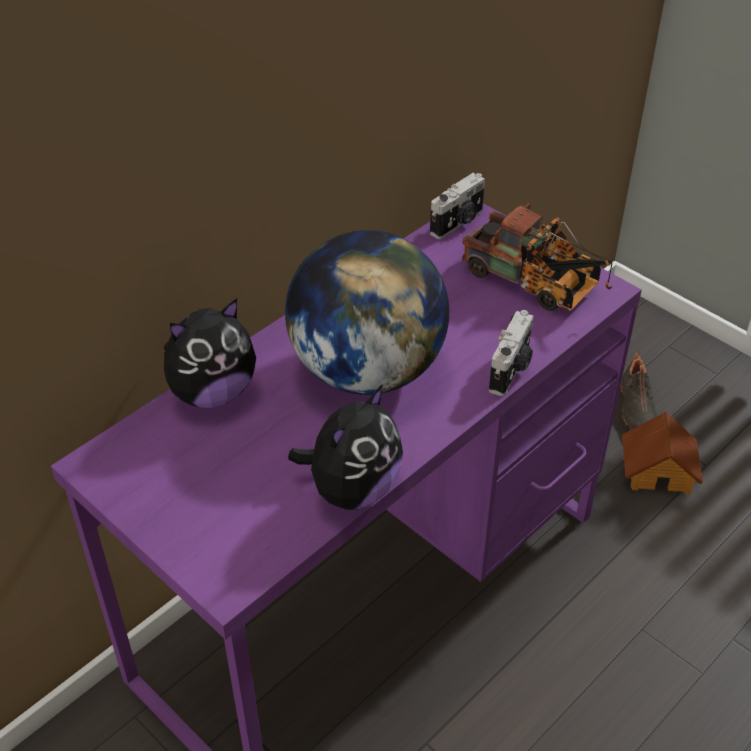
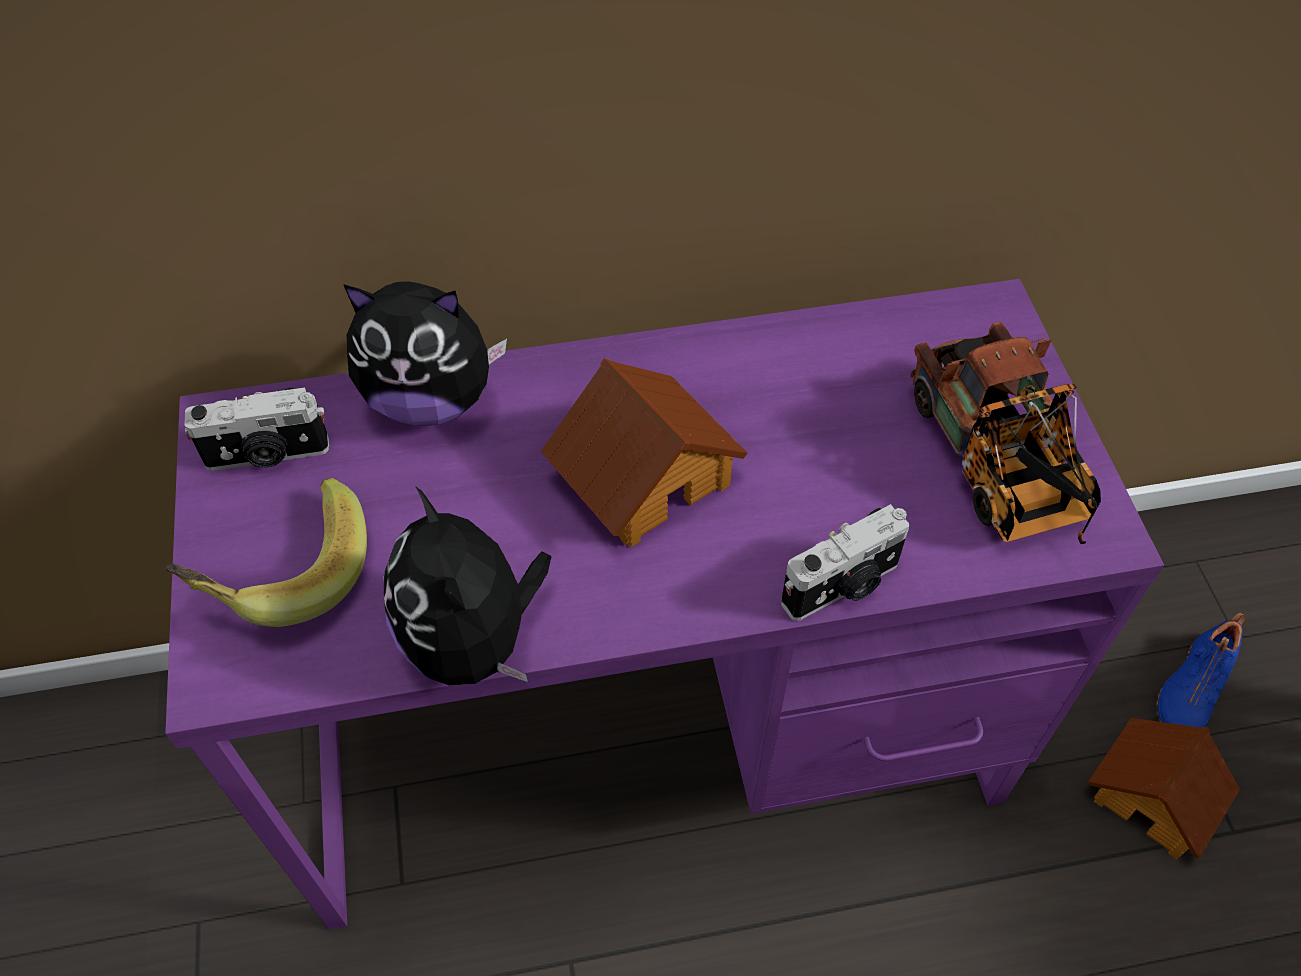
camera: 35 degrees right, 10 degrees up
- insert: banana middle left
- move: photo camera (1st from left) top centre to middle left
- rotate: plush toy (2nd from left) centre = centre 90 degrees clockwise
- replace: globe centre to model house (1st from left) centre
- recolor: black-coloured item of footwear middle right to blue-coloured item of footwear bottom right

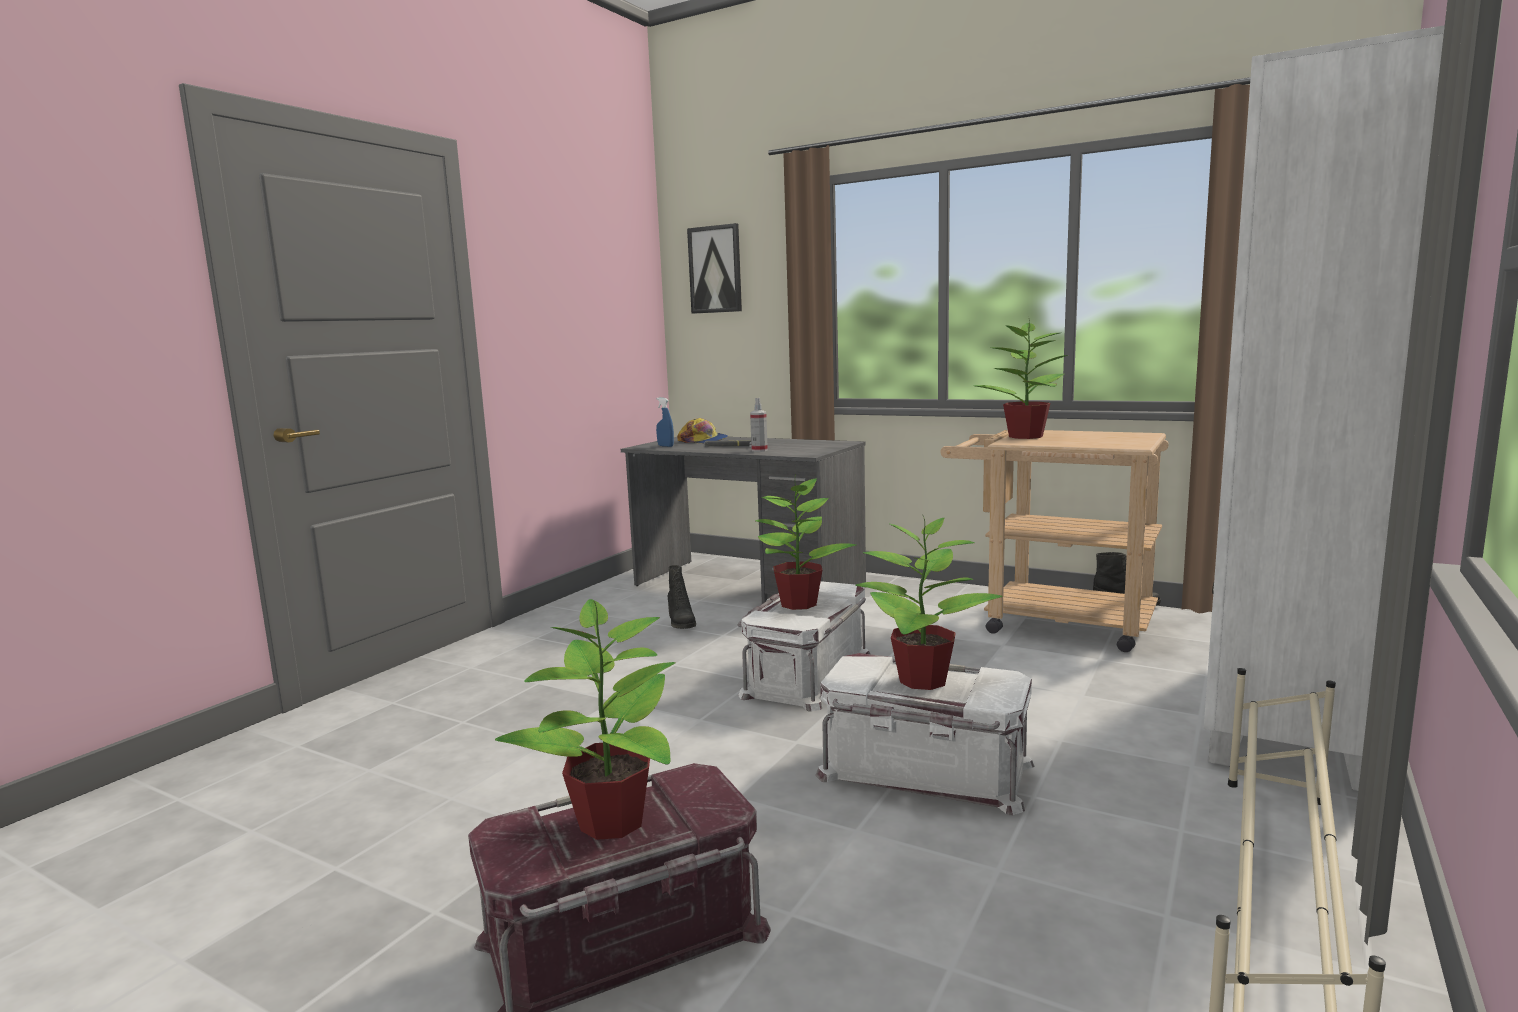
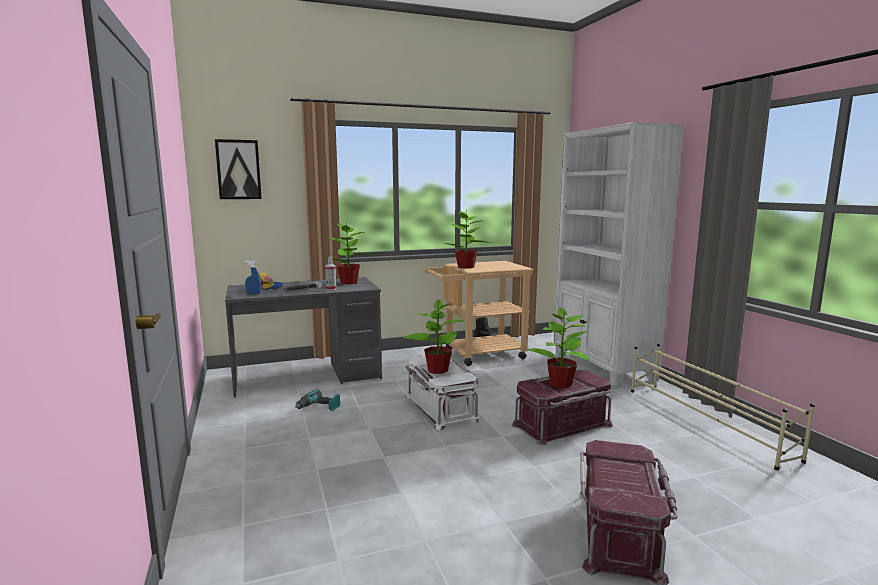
camera: 50 degrees left, 0 degrees up
- replace: black-coloured boot (1st from left) centre to electric drill bottom centre
- move: houseplant (1st from left) bottom centre to centre
- recolor: whitish storage box (2nd from left) bottom centre to red storage box (1st from left) bottom centre

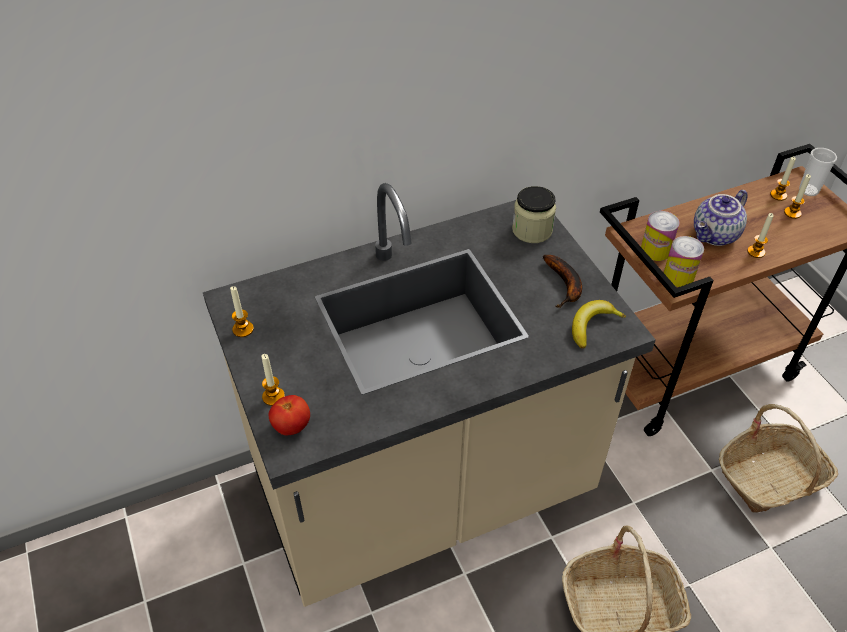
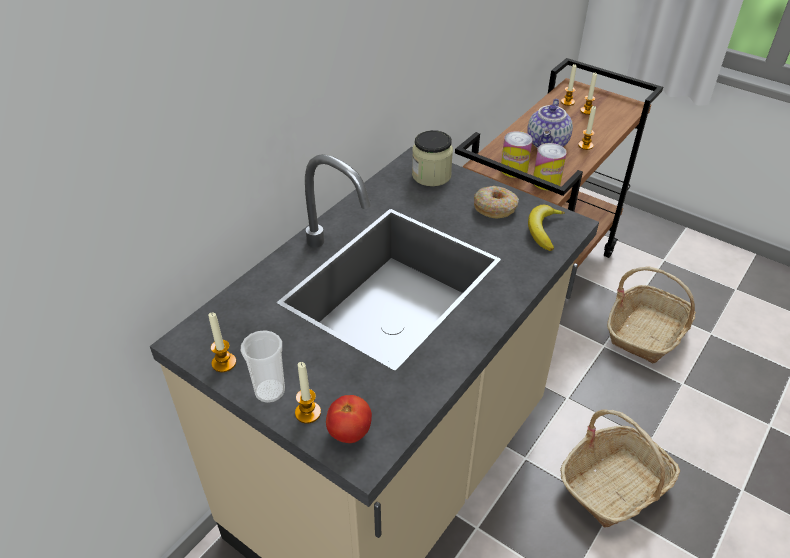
camera: 30 degrees left, 5 degrees down
- move: drinking cup top right to middle left
- replace: banana (1st from left) centre to donut centre

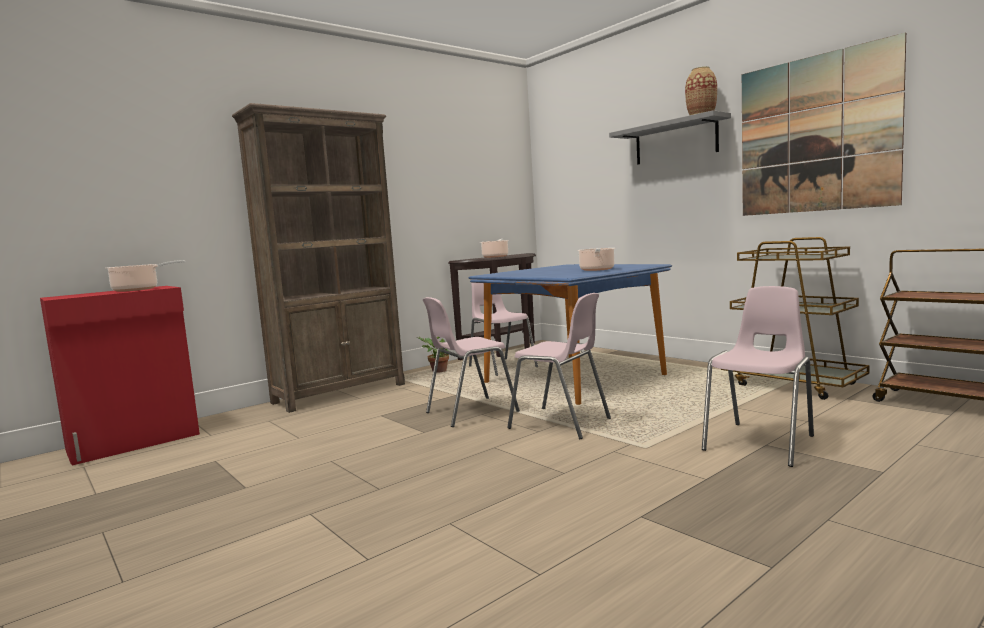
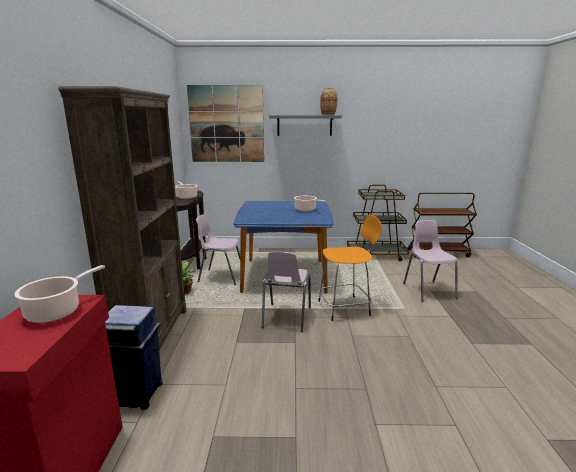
camera: 50 degrees left, 10 degrees up
- insert: blue-coloured rubbish bin bottom left
- move: wall art top right to top centre
- replace: pinkish plain chair (3rd from left) centre to orangey stool seat centre

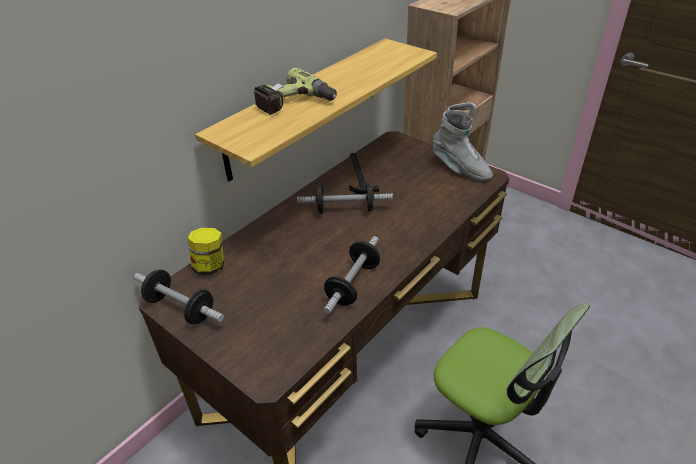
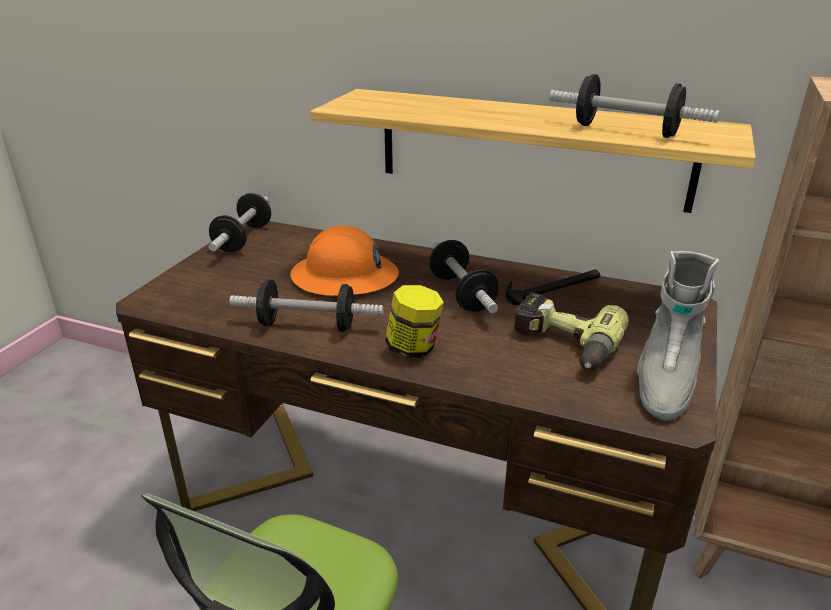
camera: 70 degrees right, 10 degrees down
- insert: orangey hard hat centre
- move: preserve jar middle left to centre
- move: electric drill top centre to middle right
- insert: free weight (4th from left) top right

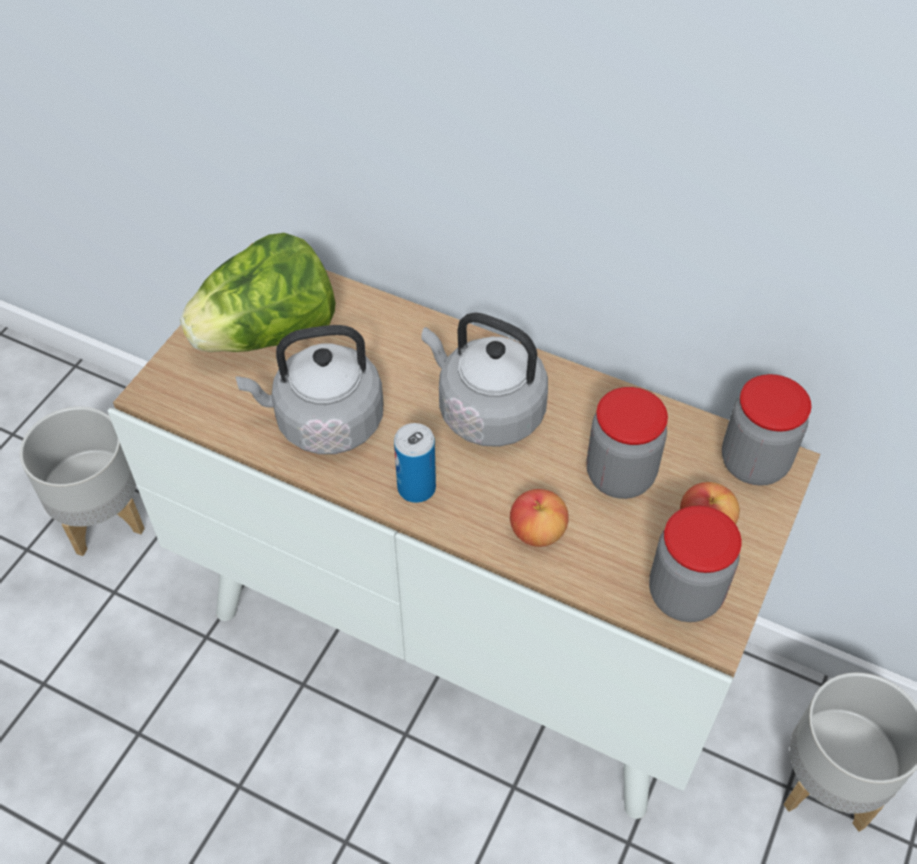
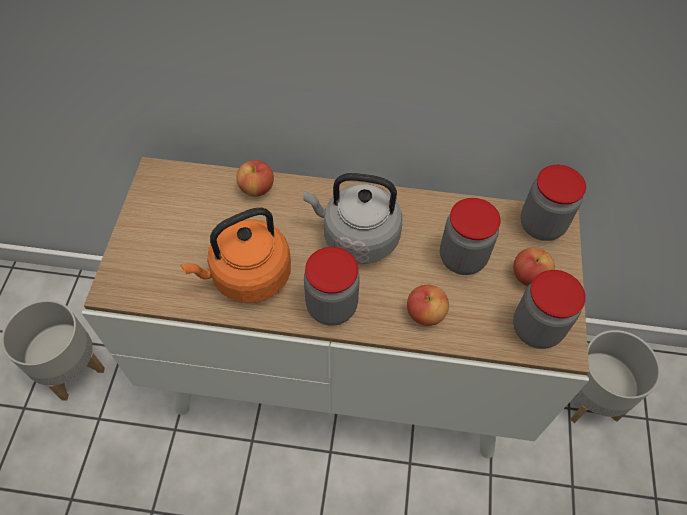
camera: 20 degrees left, 5 degrees up
- recolor: gray tea kettle (1st from left) centre to orangey tea kettle centre
- insert: apple (1st from left) centre
- replace: metal can centre to preserve jar (1st from left) centre
- delete: head of lettuce middle left

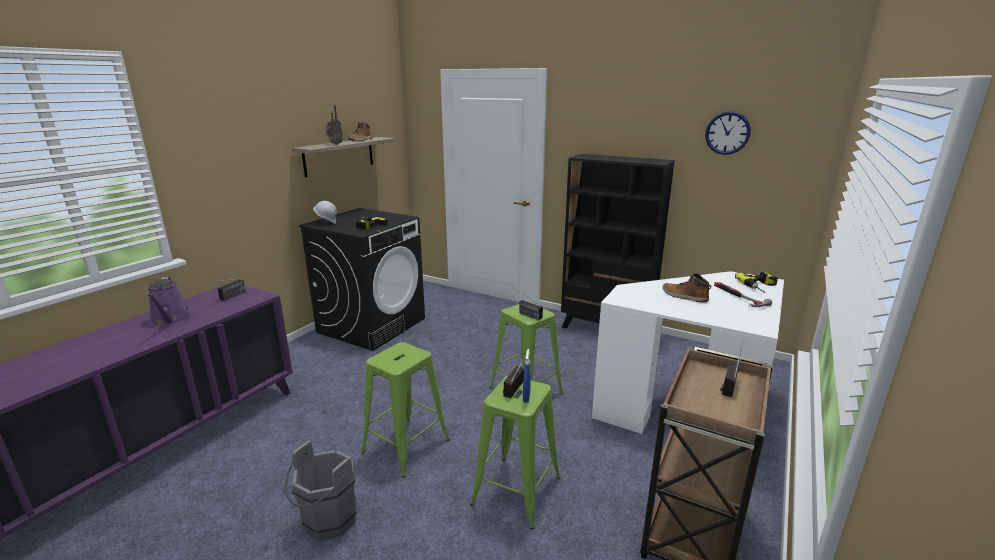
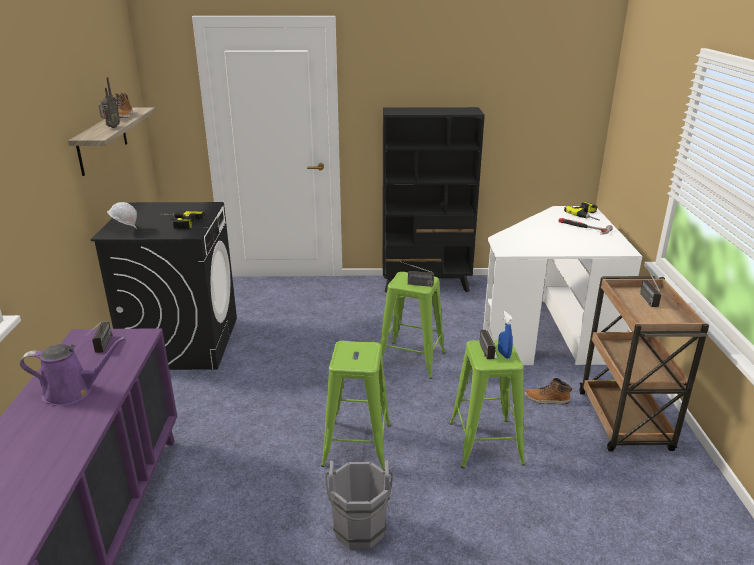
camera: 30 degrees left, 5 degrees up
- rotate: purplish watering pot middle left = middle left 45 degrees counterclockwise
- move: boot (2nd from left) middle right to bottom right
- delete: wall clock top right

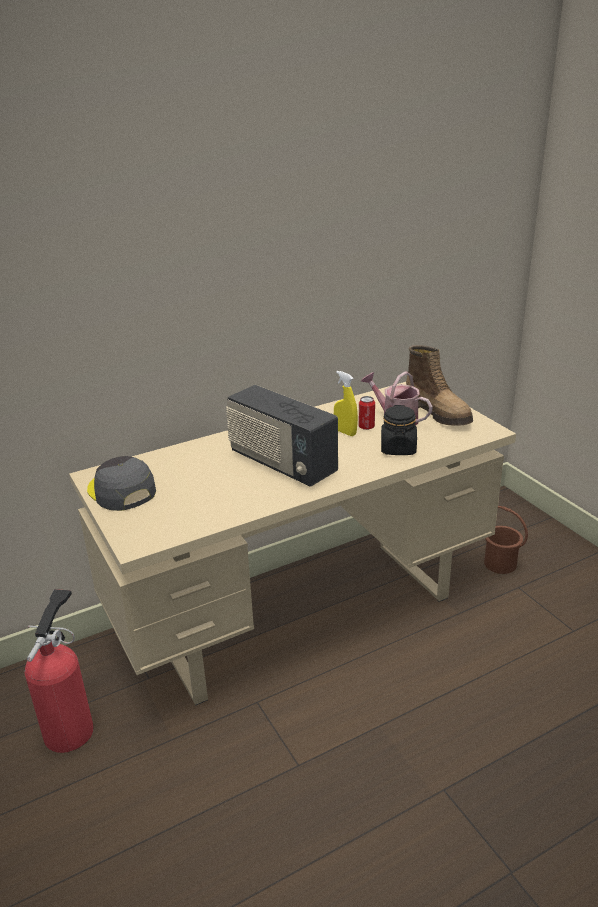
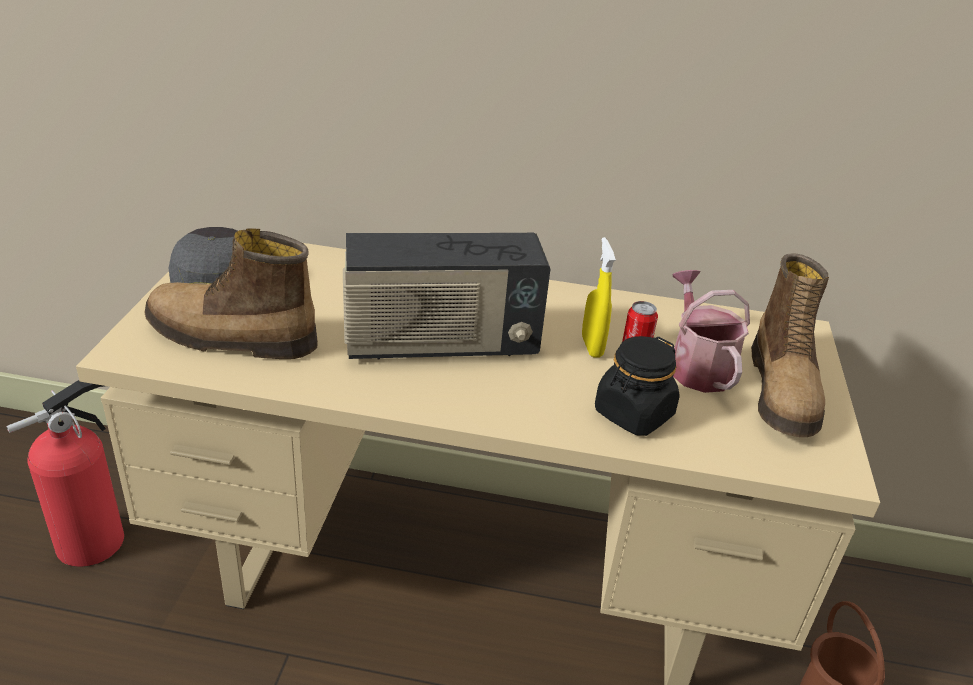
camera: 35 degrees right, 5 degrees up
- insert: boot (1st from left) middle left
- rotate: radio centre = centre 90 degrees counterclockwise

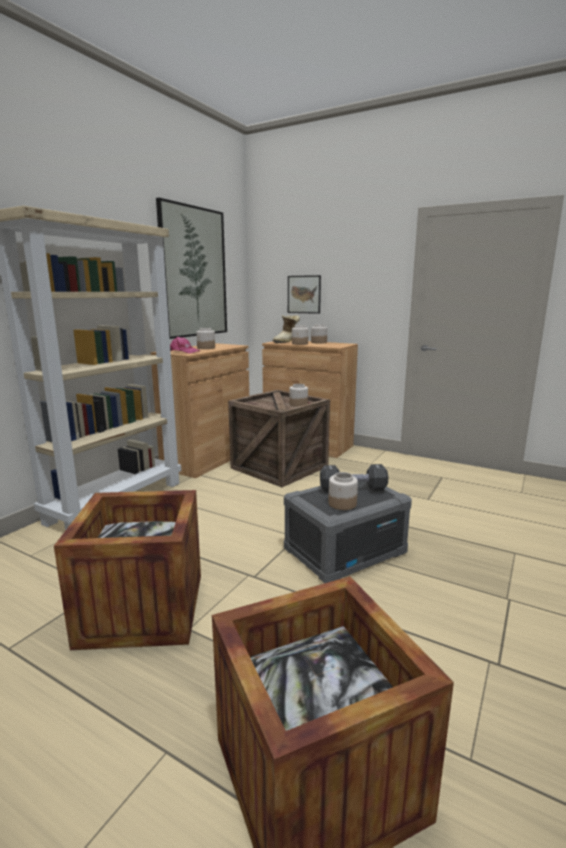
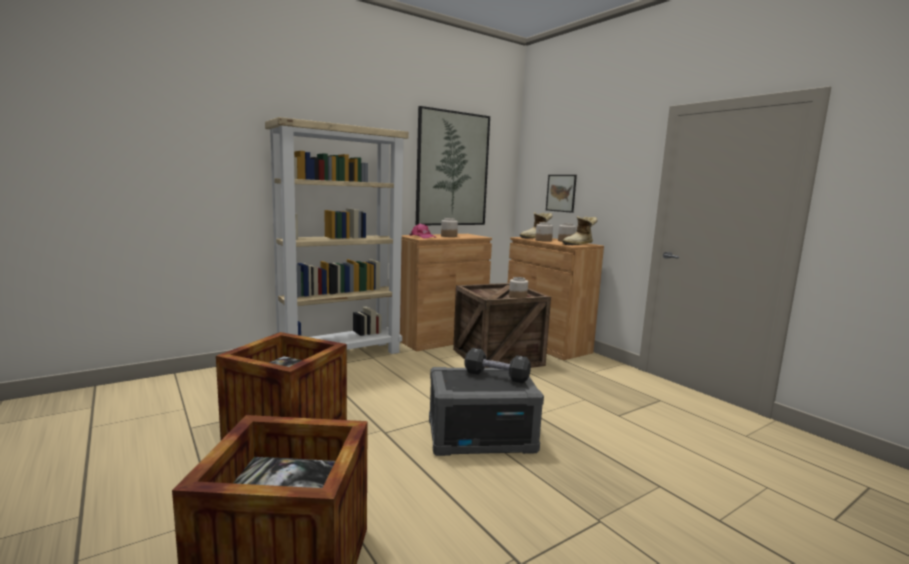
camera: 25 degrees right, 5 degrees down
- insert: boot (2nd from left) centre
- delete: preserve jar (5th from left) centre

